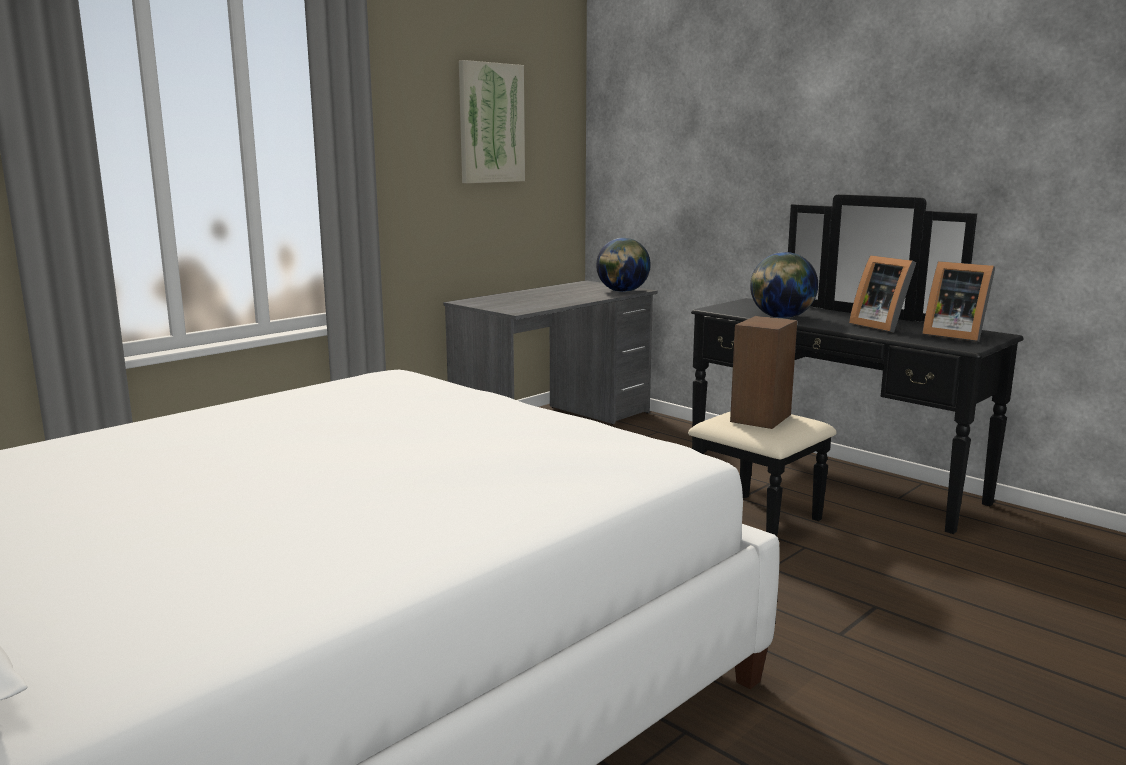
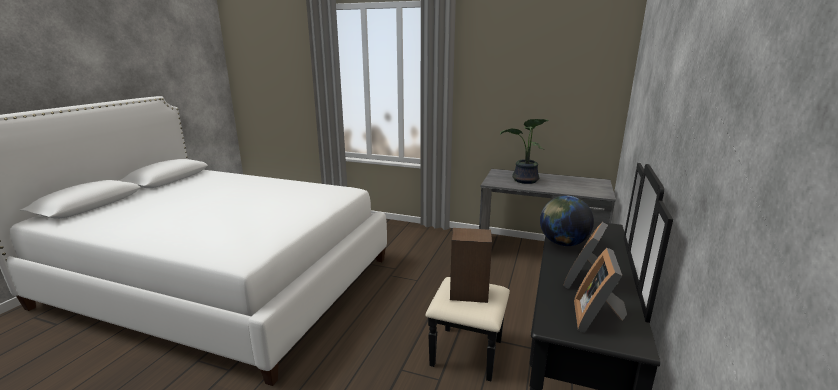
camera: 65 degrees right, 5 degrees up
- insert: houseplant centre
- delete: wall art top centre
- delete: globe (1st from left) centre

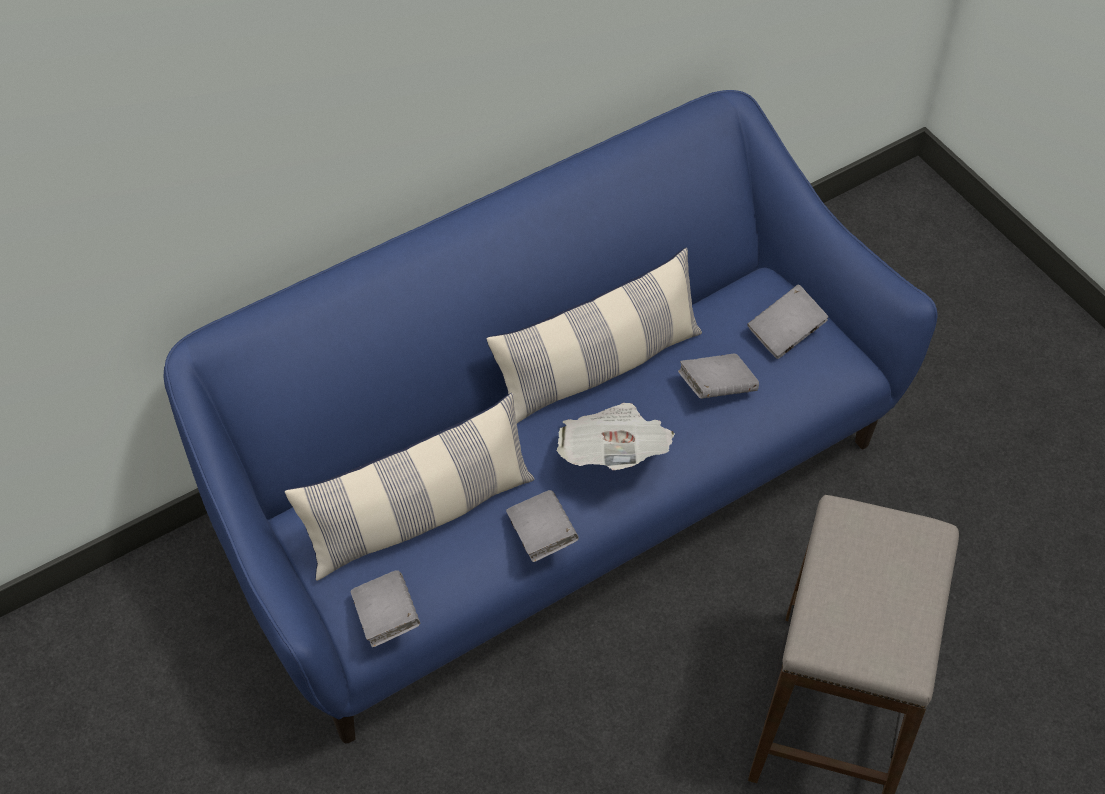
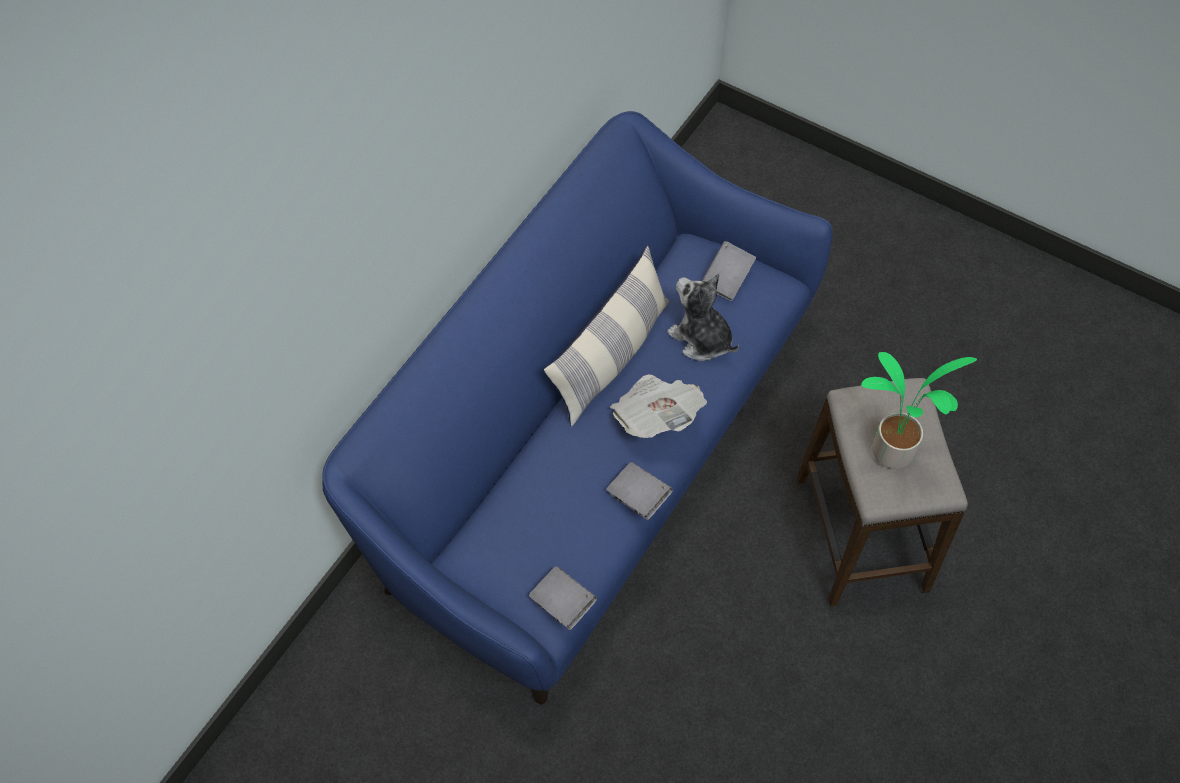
camera: 25 degrees left, 5 degrees up
- replace: gray book (3rd from left) centre to plush toy centre
- insert: houseplant middle right
- delete: throw pillow (1st from left) centre

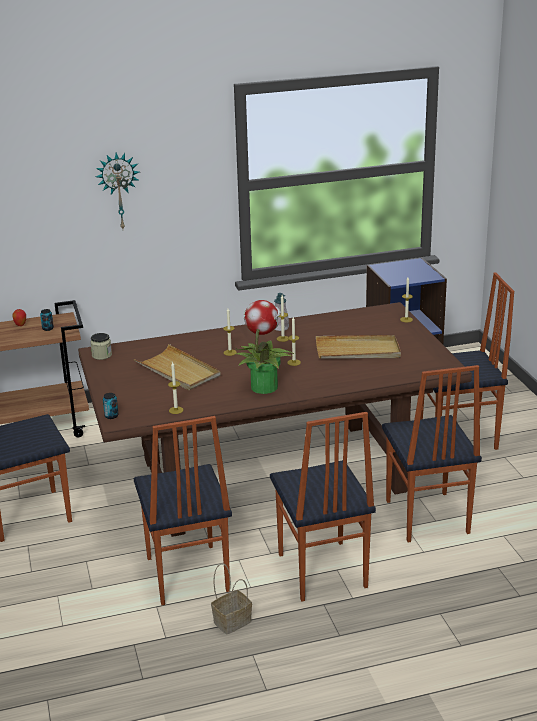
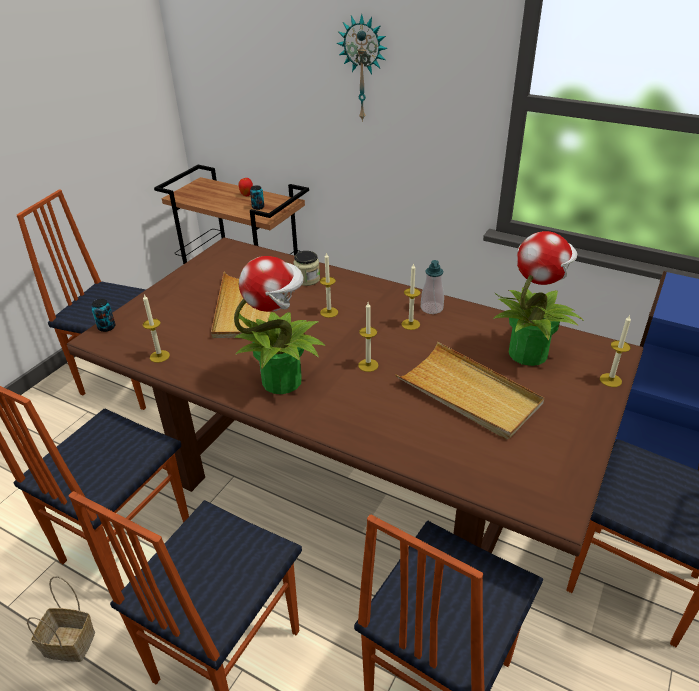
camera: 45 degrees right, 10 degrees up
- move: preserve jar middle left to centre
- insert: houseplant (2nd from left) middle right

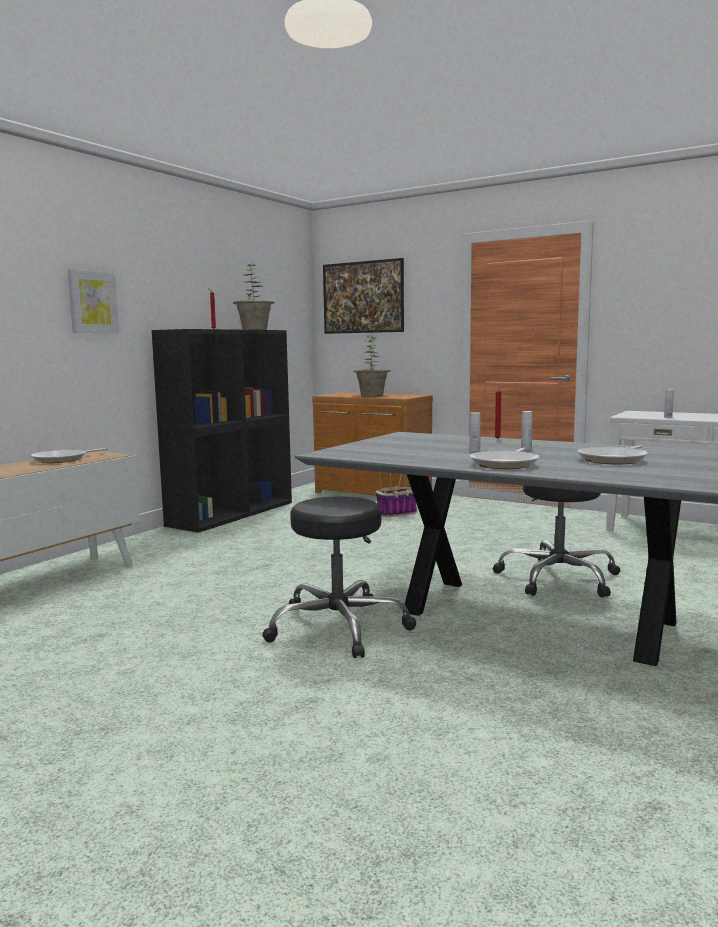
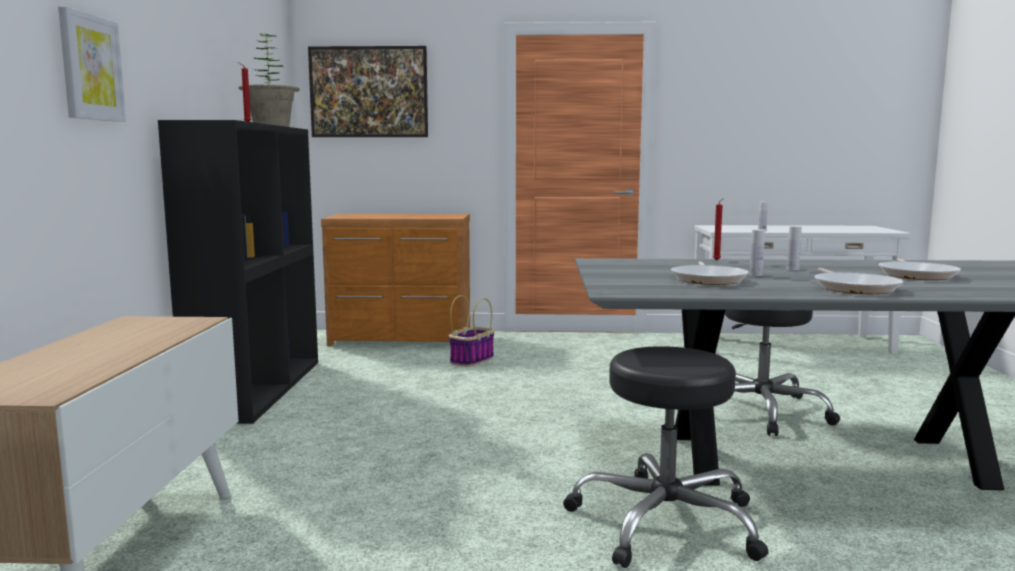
camera: 30 degrees left, 0 degrees up
- move: pan (1st from left) middle left to middle right
- delete: houseplant (2nd from left) centre

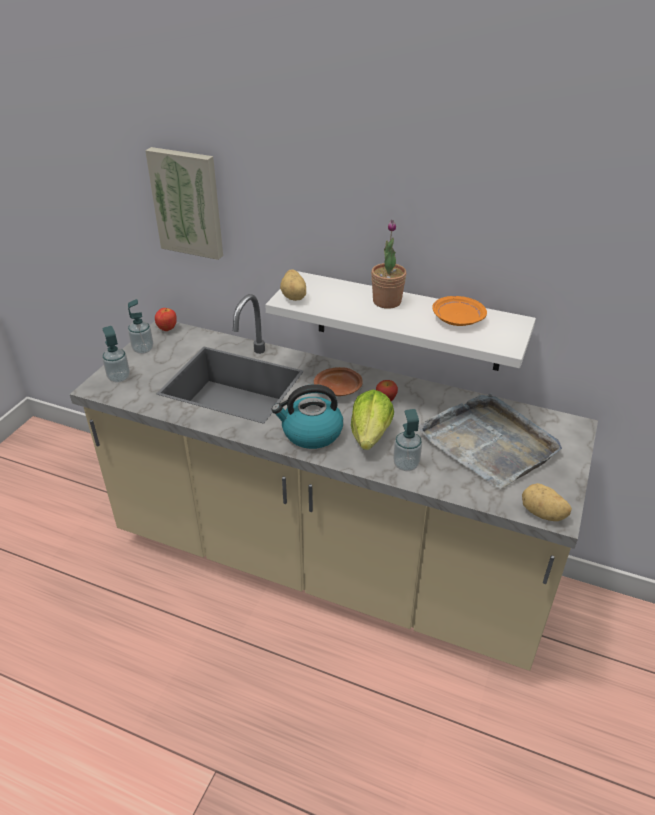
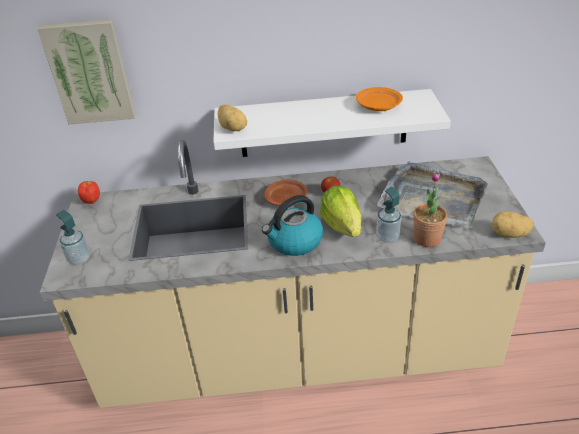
camera: 25 degrees left, 0 degrees up
- move: houseplant top centre to middle right
- delete: soap dispenser (2nd from left) middle left

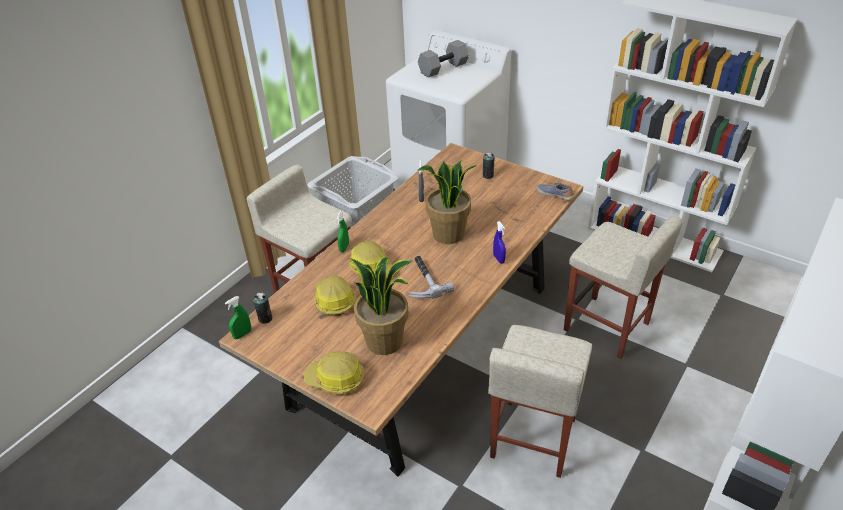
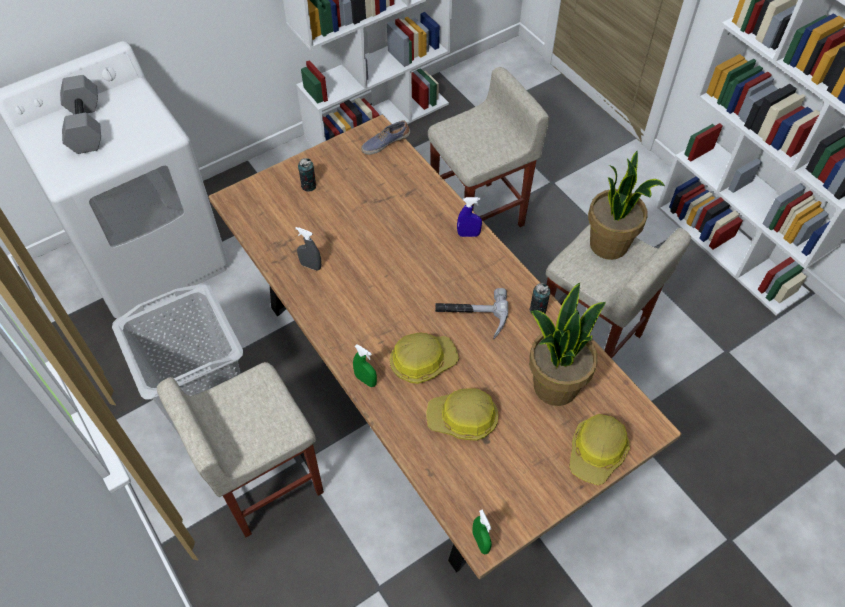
camera: 70 degrees left, 15 degrees up
- move: metal can (1st from left in the first image) middle left to metal can (2nd from left) centre
- move: houseplant (2nd from left) centre to middle right

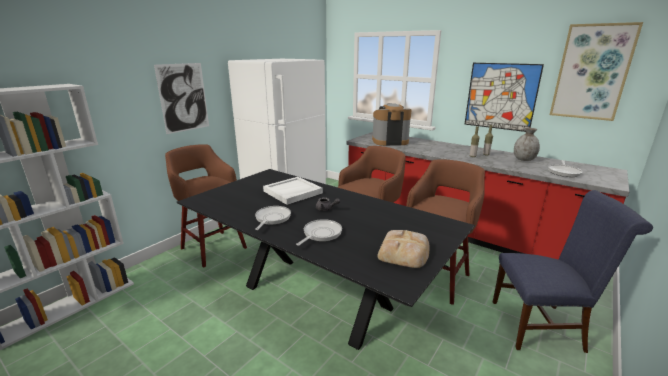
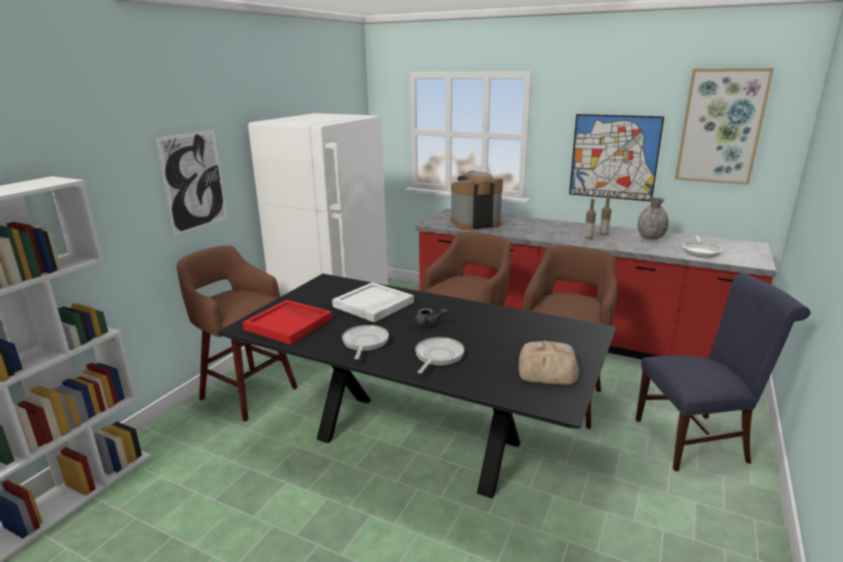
camera: 10 degrees left, 0 degrees up
- insert: red serving tray centre

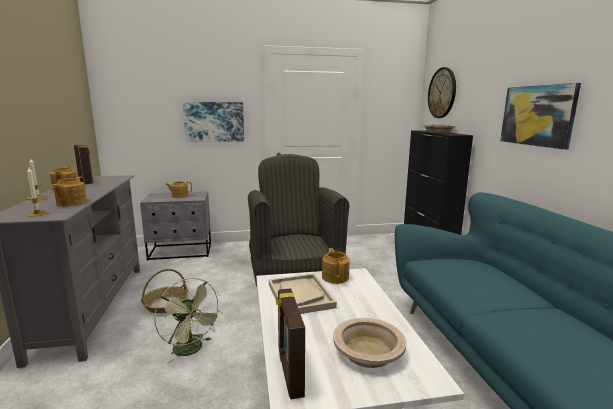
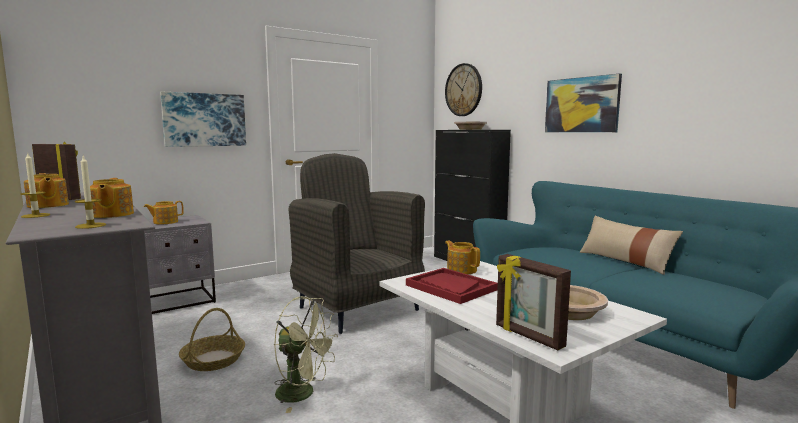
camera: 25 degrees left, 5 degrees down
- recolor: beige-coloured serving tray bottom centre to red serving tray bottom centre
- insert: beige-coloured throw pillow middle right

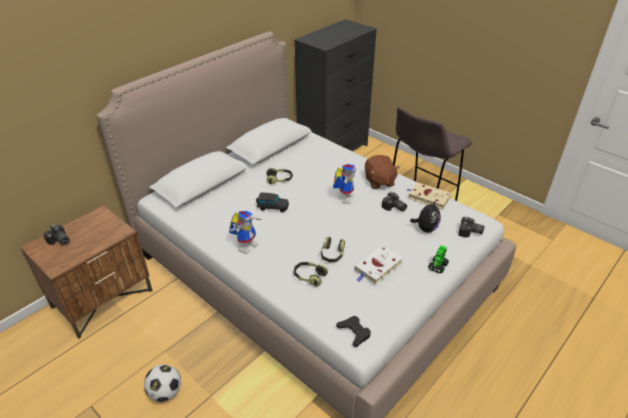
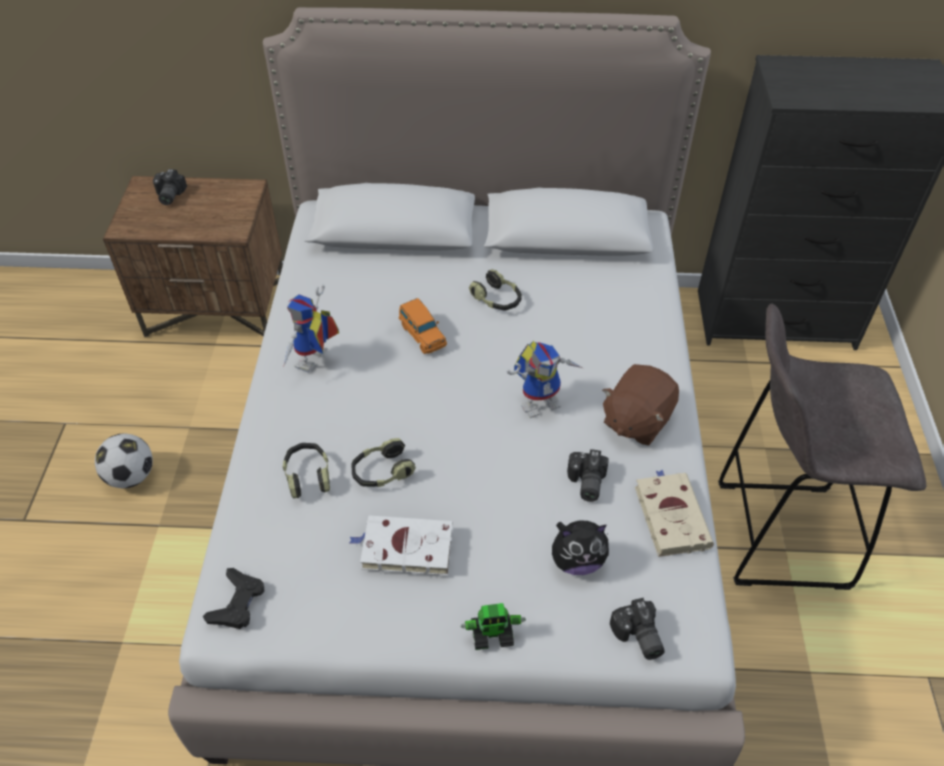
camera: 50 degrees right, 10 degrees up
- rotate: robot figure (1st from left) centre = middle left 120 degrees clockwise
- recolor: black-coloured toy car centre to orangey toy car centre

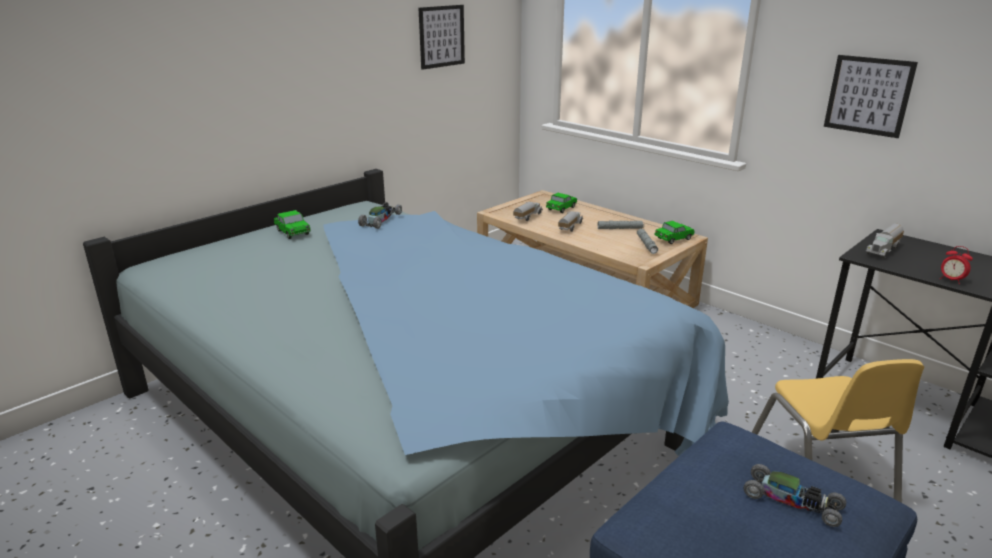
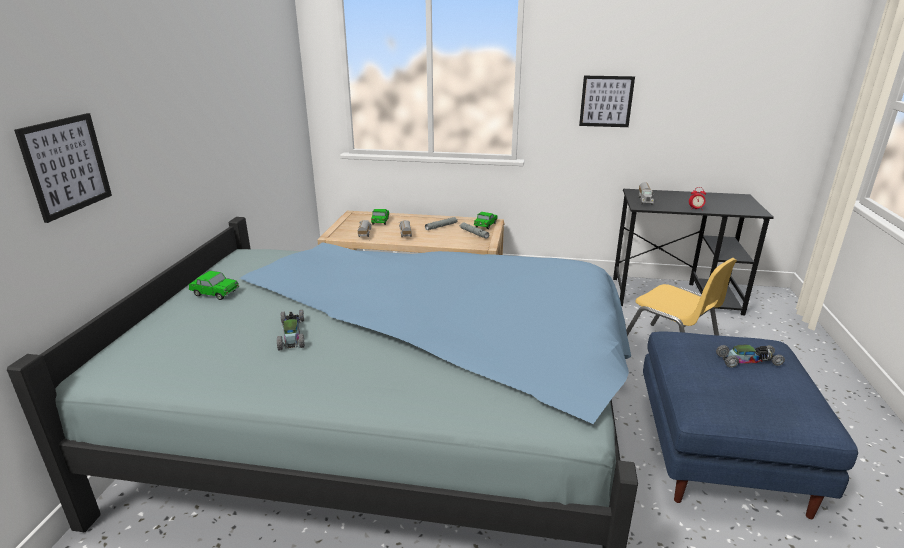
camera: 35 degrees left, 0 degrees up
- move: wall art (1st from left) top centre to top left
- move: toy car (2nd from left) centre to middle left

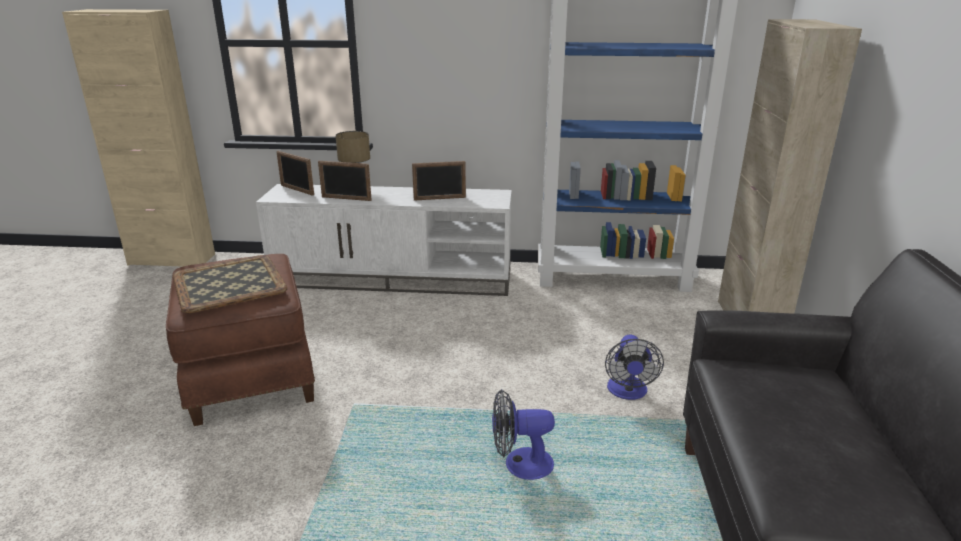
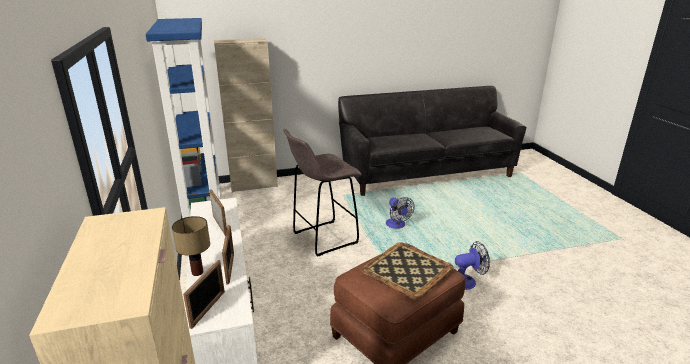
camera: 110 degrees left, 0 degrees up
- insert: gray stool seat centre
- move: electric fan (2nd from left) bottom centre to bottom right

